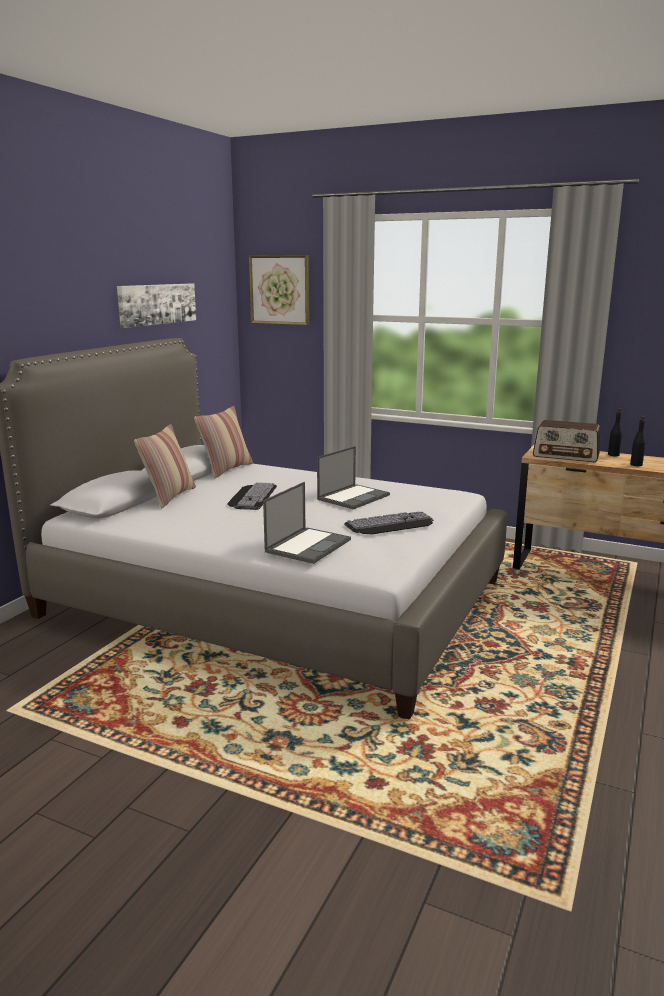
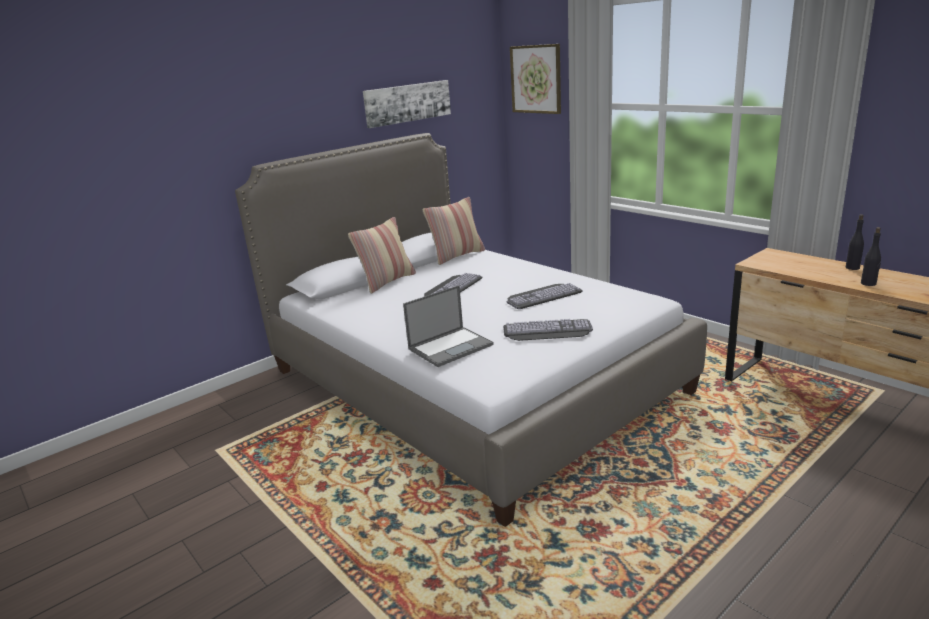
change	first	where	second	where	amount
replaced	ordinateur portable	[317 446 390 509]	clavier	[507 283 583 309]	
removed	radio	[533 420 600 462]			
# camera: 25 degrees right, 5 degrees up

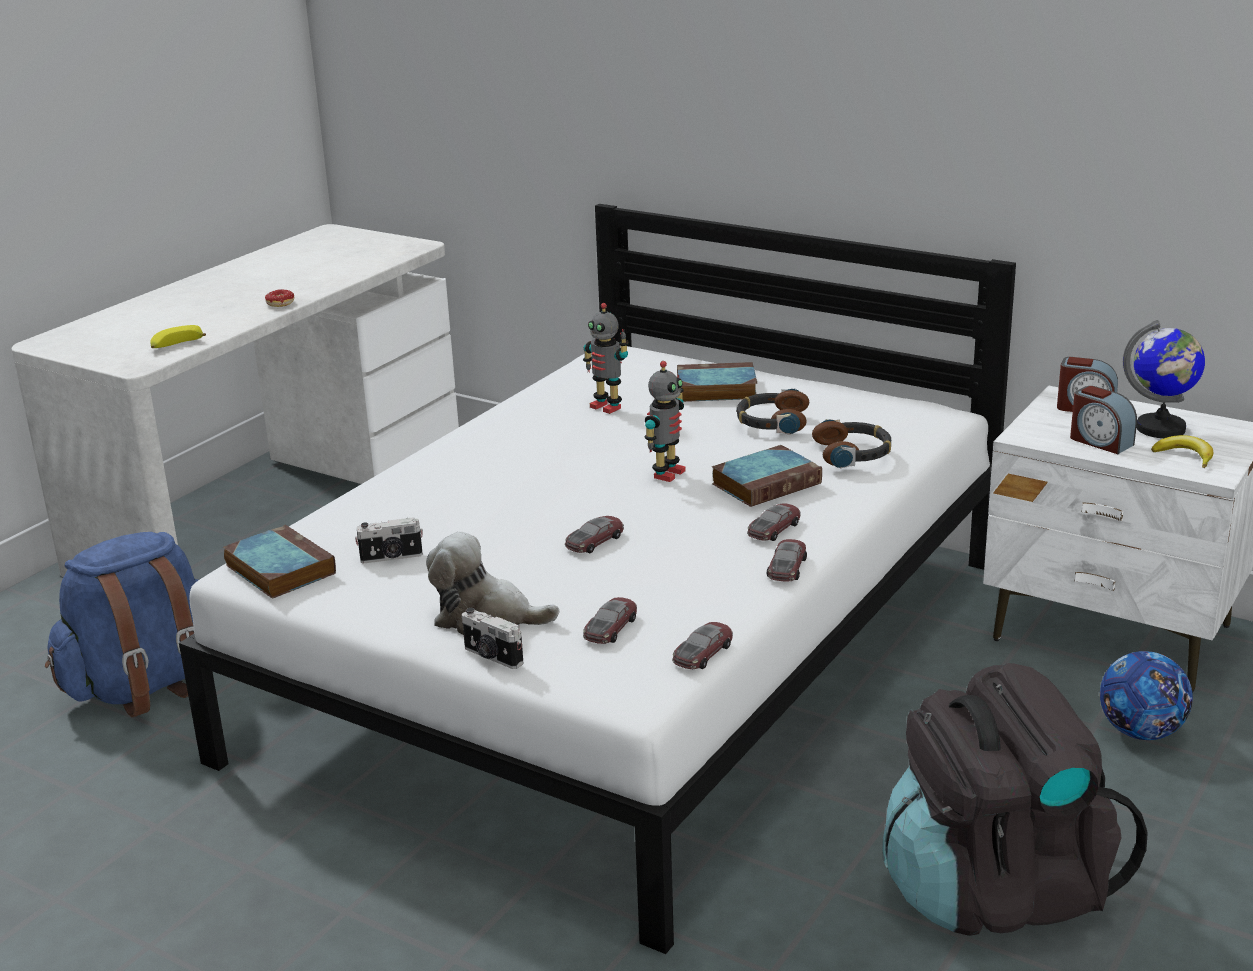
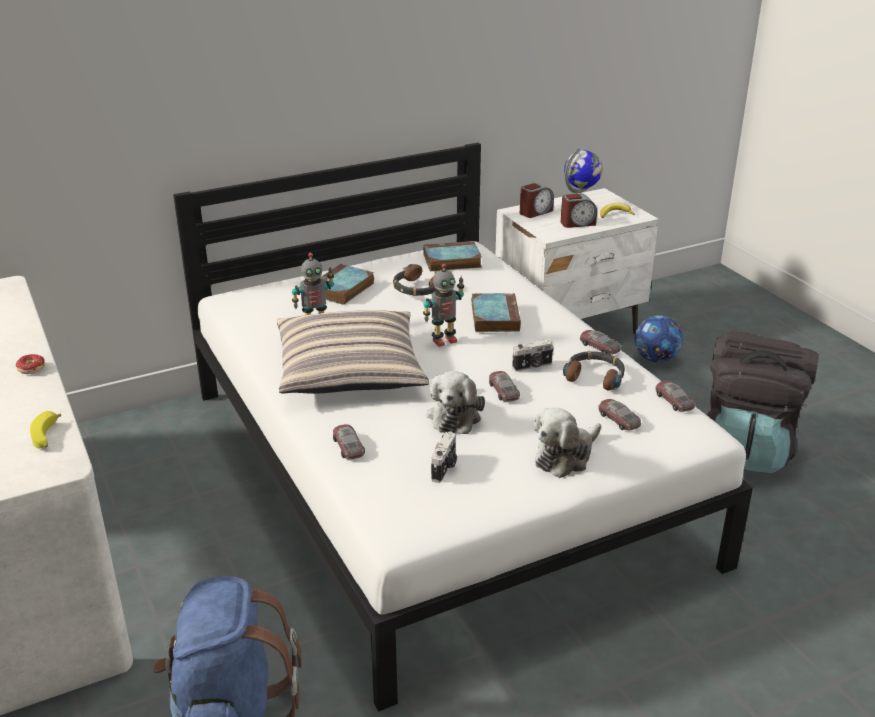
change	first	where	second	where	amount
added			coussin	[277 310 429 394]	
moved	petite voiture	[747 504 800 541]		[333 424 365 459]	
moved	livre	[223 525 336 599]		[423 241 482 271]	
turned	robot jouet	[644 361 686 482]		[423 264 464 347]	90 degrees clockwise
added			peluche	[426 371 485 434]	
moved	appareil photo	[462 608 524 669]		[512 339 554 372]	
moved	casque audio	[812 419 891 468]		[563 351 625 391]	
# camera: 60 degrees left, 5 degrees up

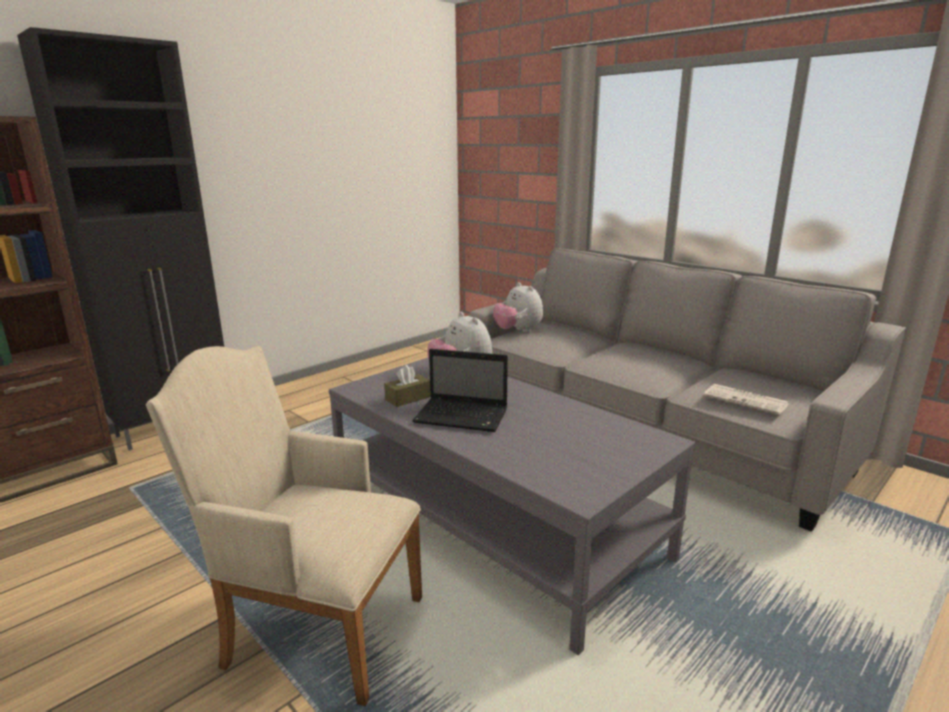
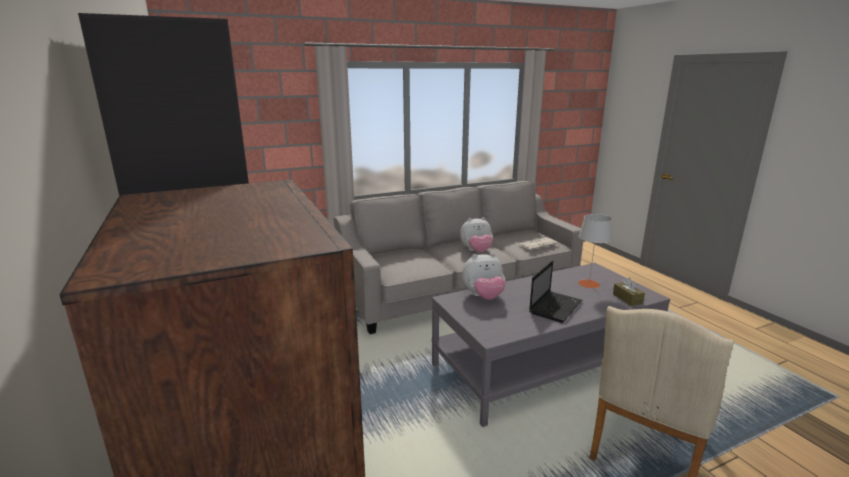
change	first	where	second	where	amount
moved	peluche	[493 282 543 333]		[460 217 493 252]	
added			lampe de table (gris)	[578 214 612 288]	
moved	boîte à mouchoirs (marron)	[384 365 431 407]		[613 278 645 306]	
# camera: 70 degrees left, 0 degrees up

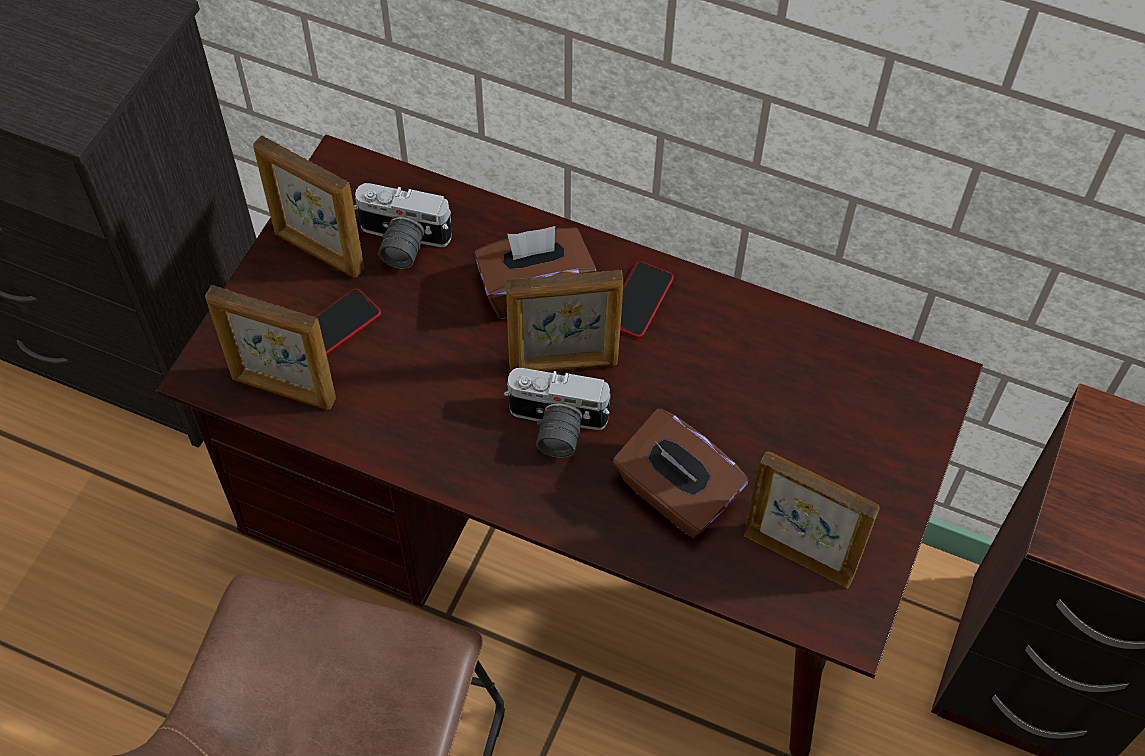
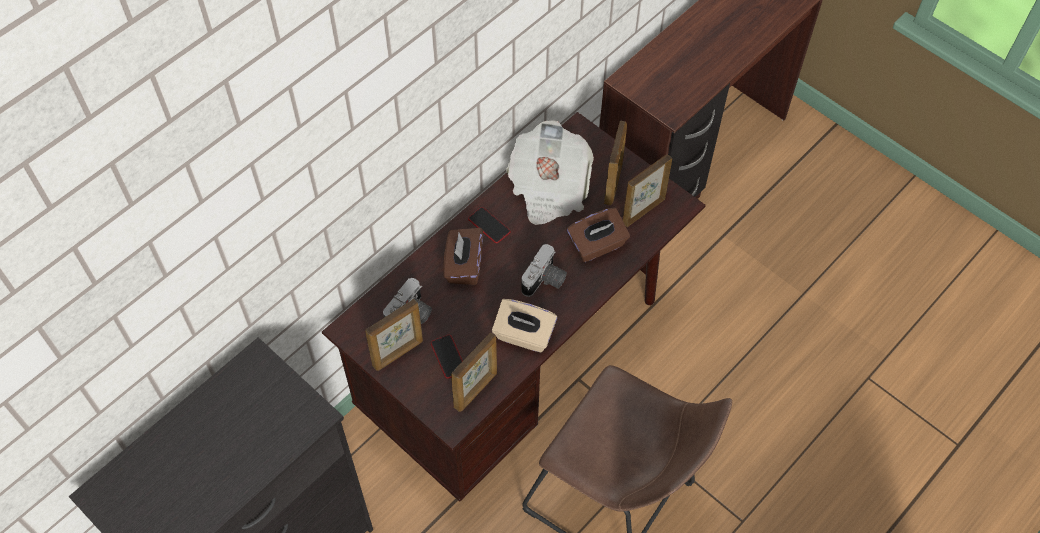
change	first	where	second	where	amount
added			boîte à mouchoirs (beige)	[492 299 557 352]	
added			journal	[507 120 594 225]	
moved	cadre photo	[506 270 623 372]		[604 121 627 205]	
# camera: 70 degrees left, 0 degrees up

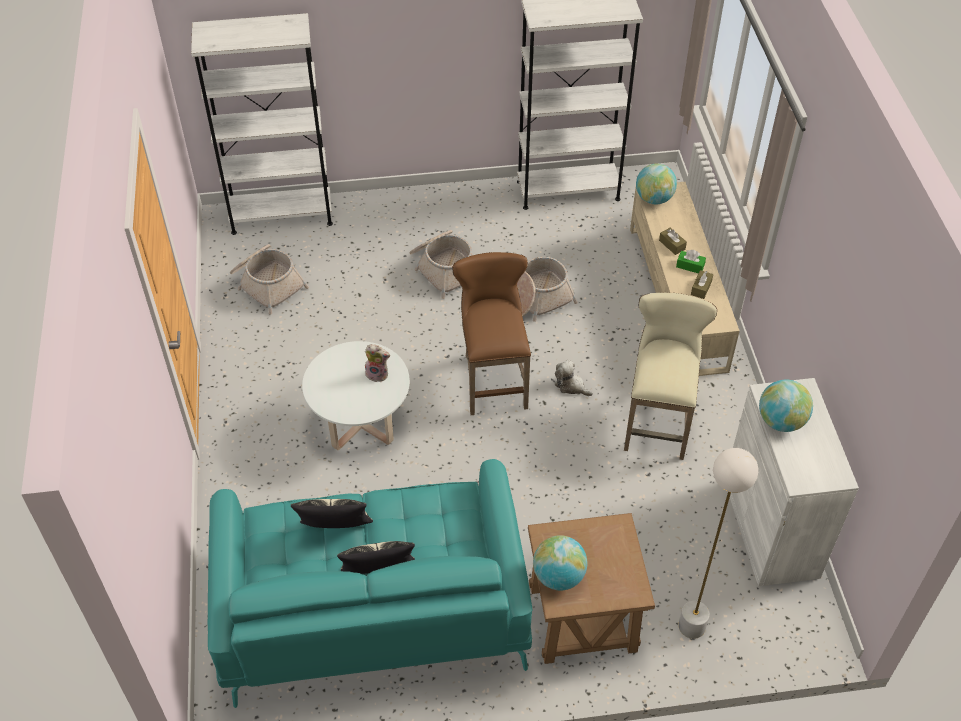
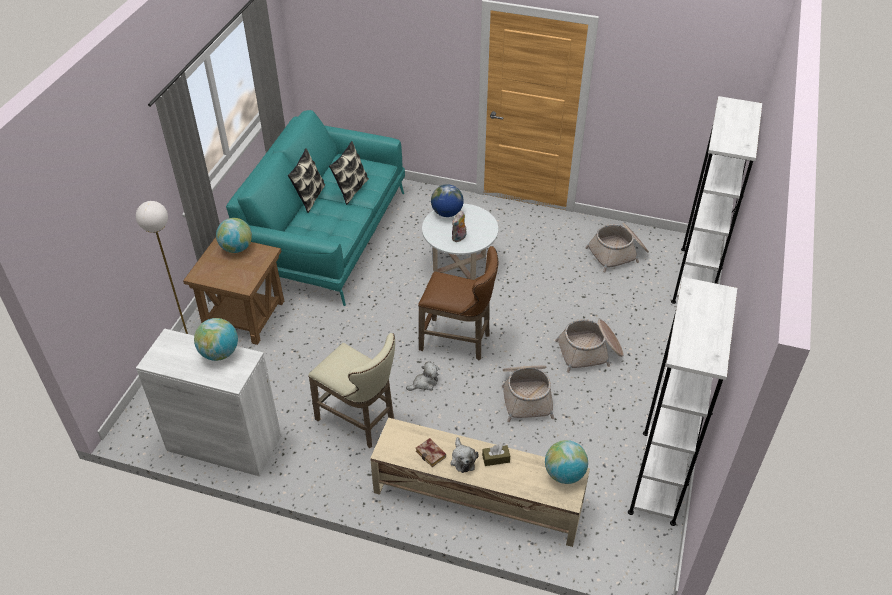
change	first	where	second	where	amount
replaced	boîte à mouchoirs (marron)	[691 270 713 299]	livre	[416 438 446 467]	
added			globe	[431 184 464 217]	
replaced	boîte à mouchoirs (vert)	[676 250 706 274]	peluche	[450 437 479 473]	
# camera: 115 degrees right, 5 degrees down

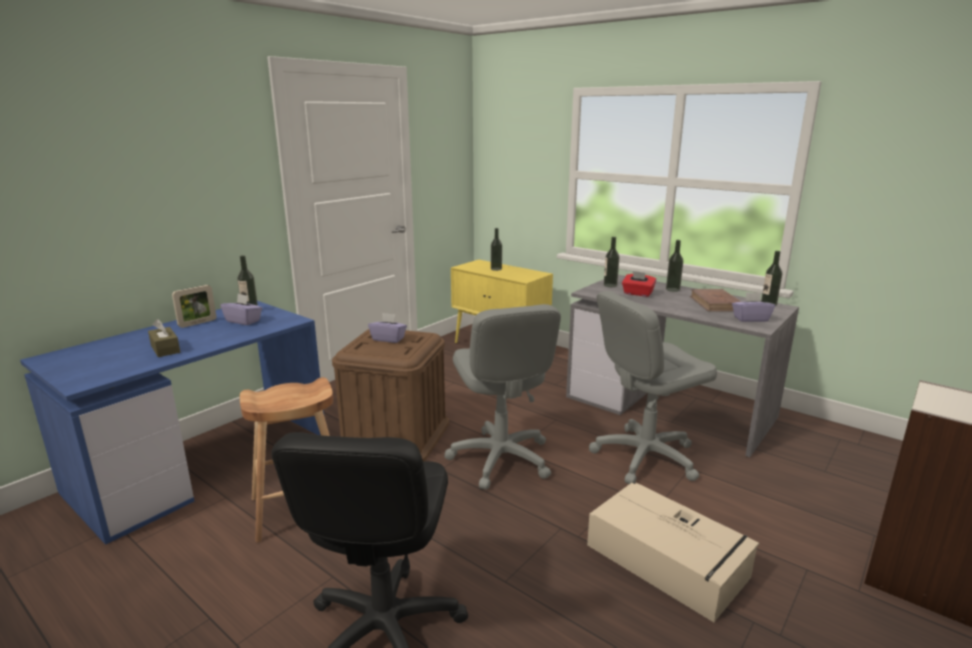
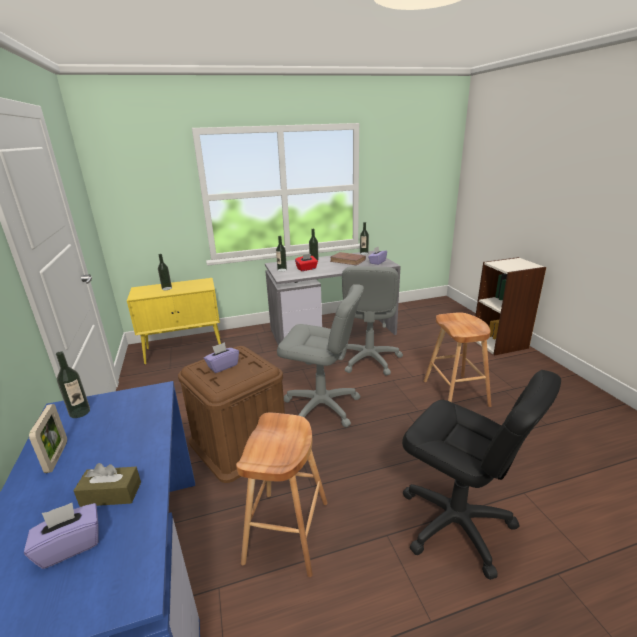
change	first	where	second	where	amount
moved	boîte à mouchoirs (violet)	[220 294 262 325]		[24 503 99 569]	
replaced	boîte de rangement (beige)	[587 483 759 622]	tabouret (marron)	[424 312 491 407]	
# camera: 55 degrees left, 5 degrees up

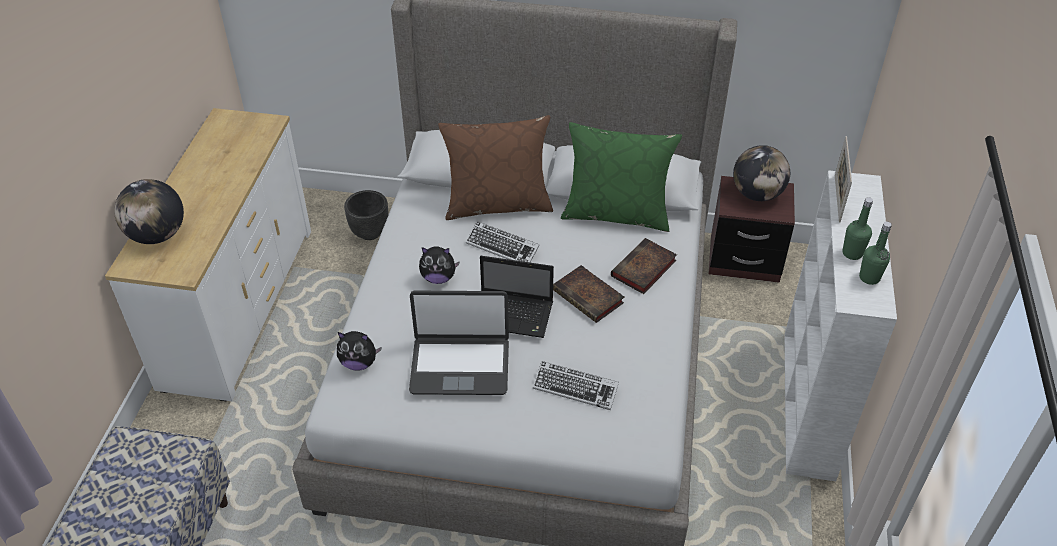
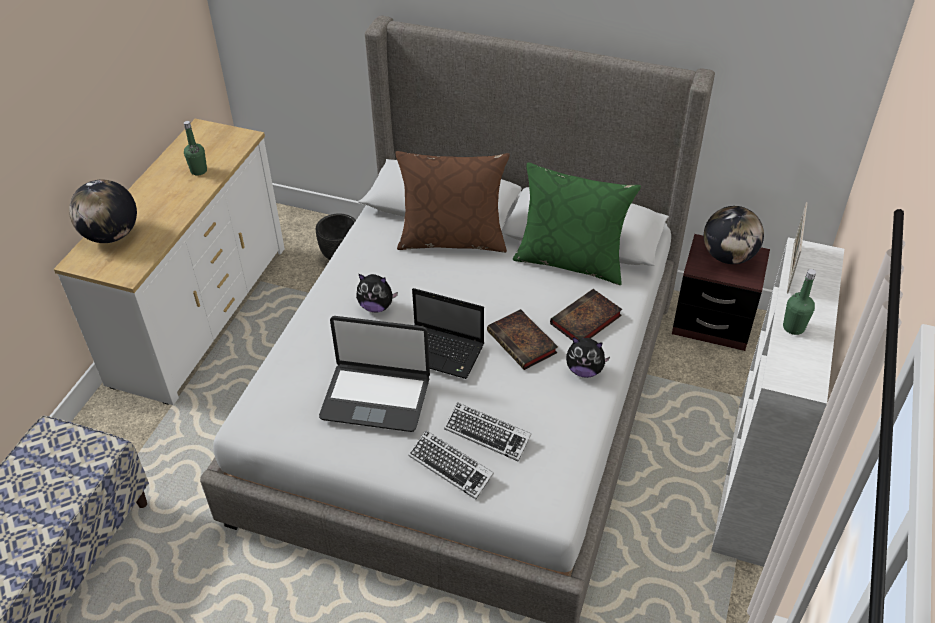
change	first	where	second	where	amount
moved	bouteille (vert)	[859 222 892 285]		[184 121 207 175]	
moved	clavier	[466 221 539 262]		[408 430 494 499]	
moved	peluche	[337 331 381 371]		[566 337 610 378]	
# camera: 10 degrees right, 0 degrees up

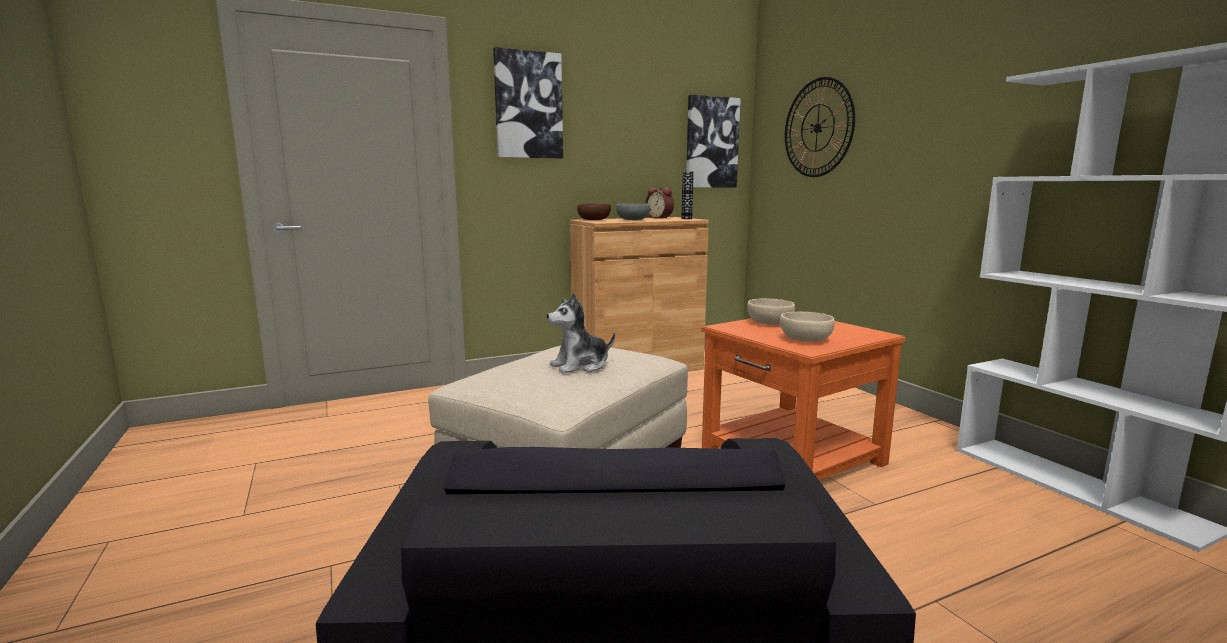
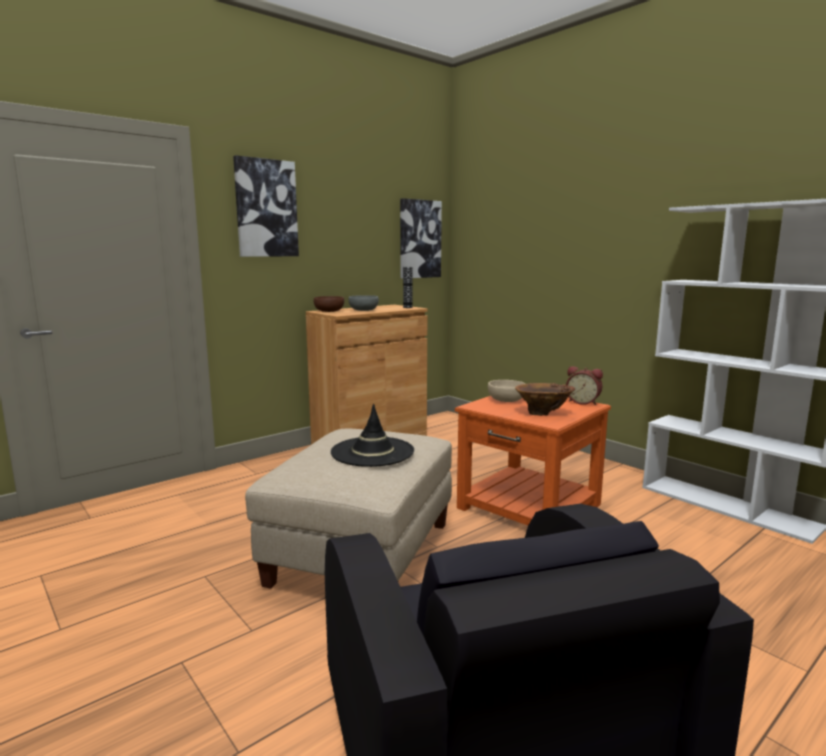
change	first	where	second	where	amount
replaced	peluche	[547 292 615 373]	chapeau (noir)	[331 404 414 467]	
replaced	bol (beige)	[780 312 835 342]	vase (marron)	[515 383 575 416]	
moved	réveil	[645 188 674 219]		[566 366 603 405]	
removed	horloge murale	[785 77 855 177]			
# camera: 15 degrees left, 0 degrees up

